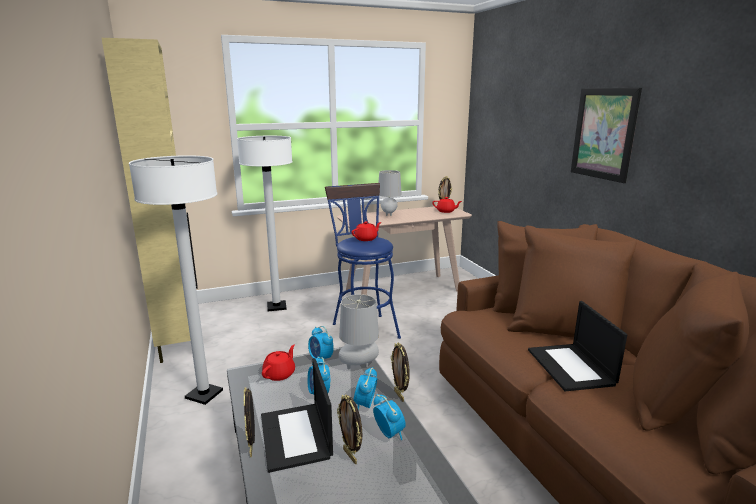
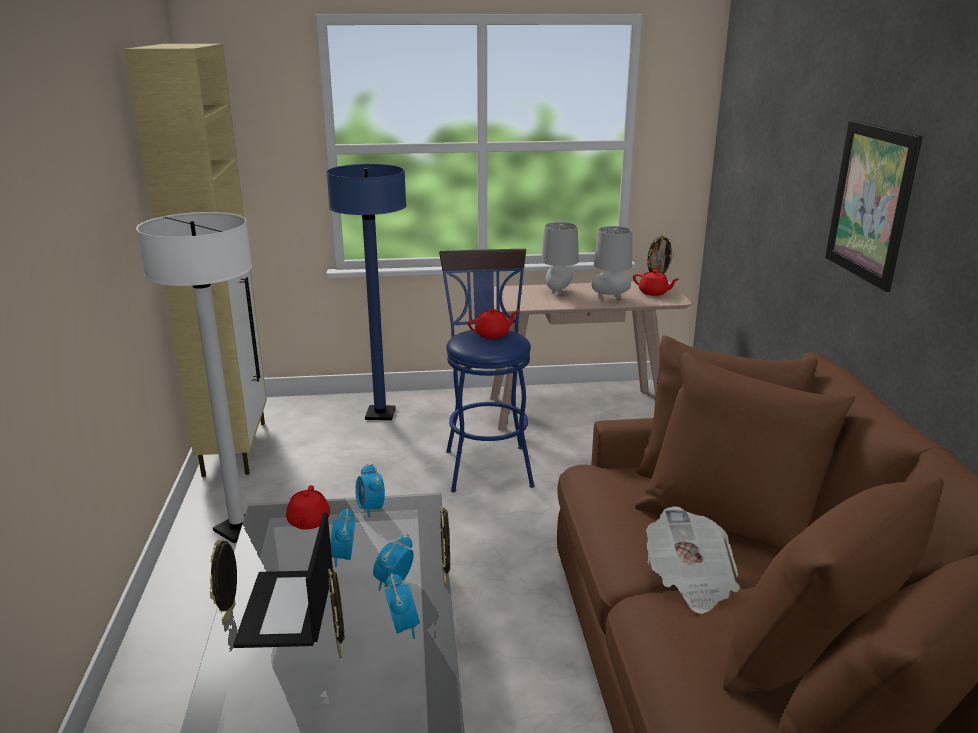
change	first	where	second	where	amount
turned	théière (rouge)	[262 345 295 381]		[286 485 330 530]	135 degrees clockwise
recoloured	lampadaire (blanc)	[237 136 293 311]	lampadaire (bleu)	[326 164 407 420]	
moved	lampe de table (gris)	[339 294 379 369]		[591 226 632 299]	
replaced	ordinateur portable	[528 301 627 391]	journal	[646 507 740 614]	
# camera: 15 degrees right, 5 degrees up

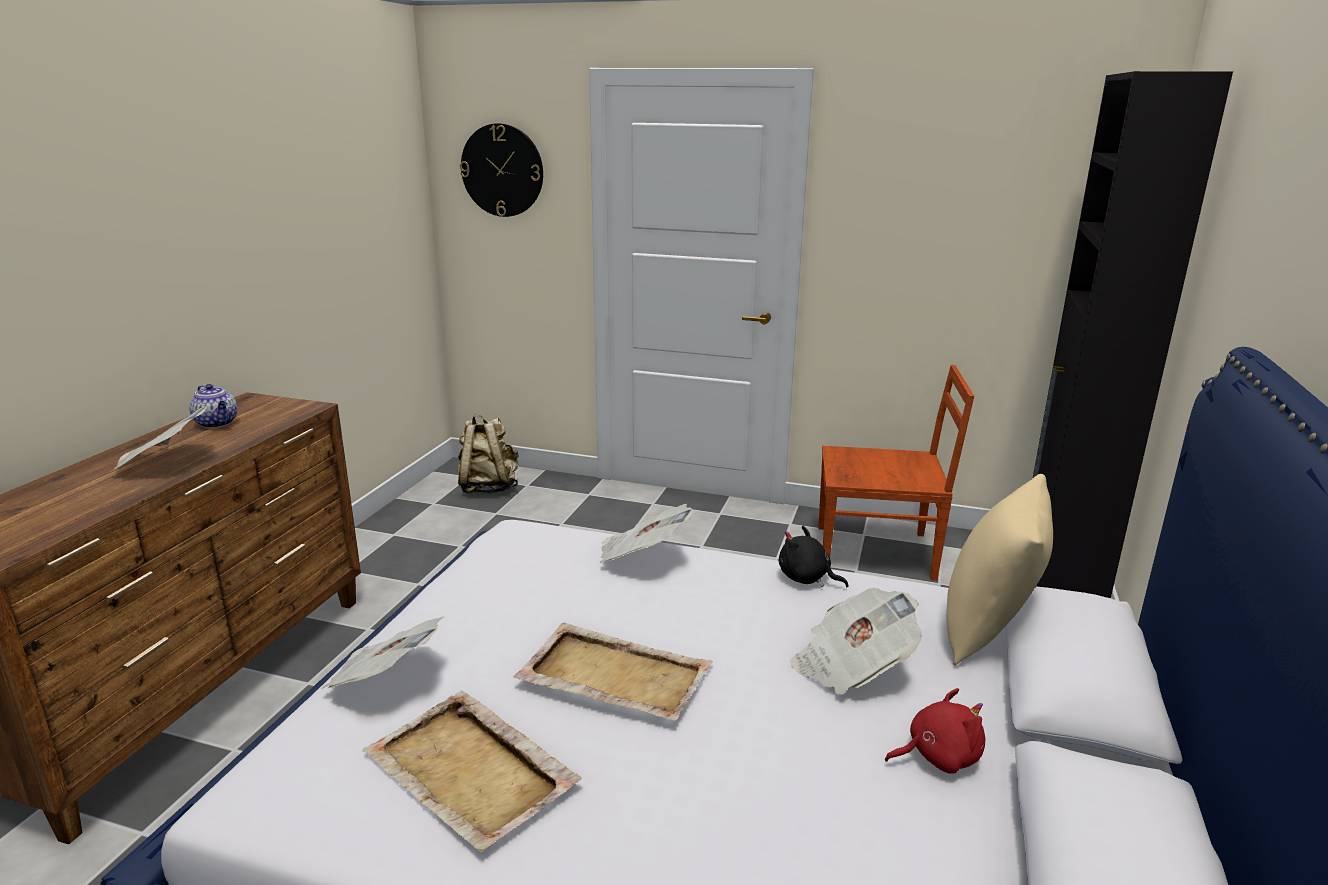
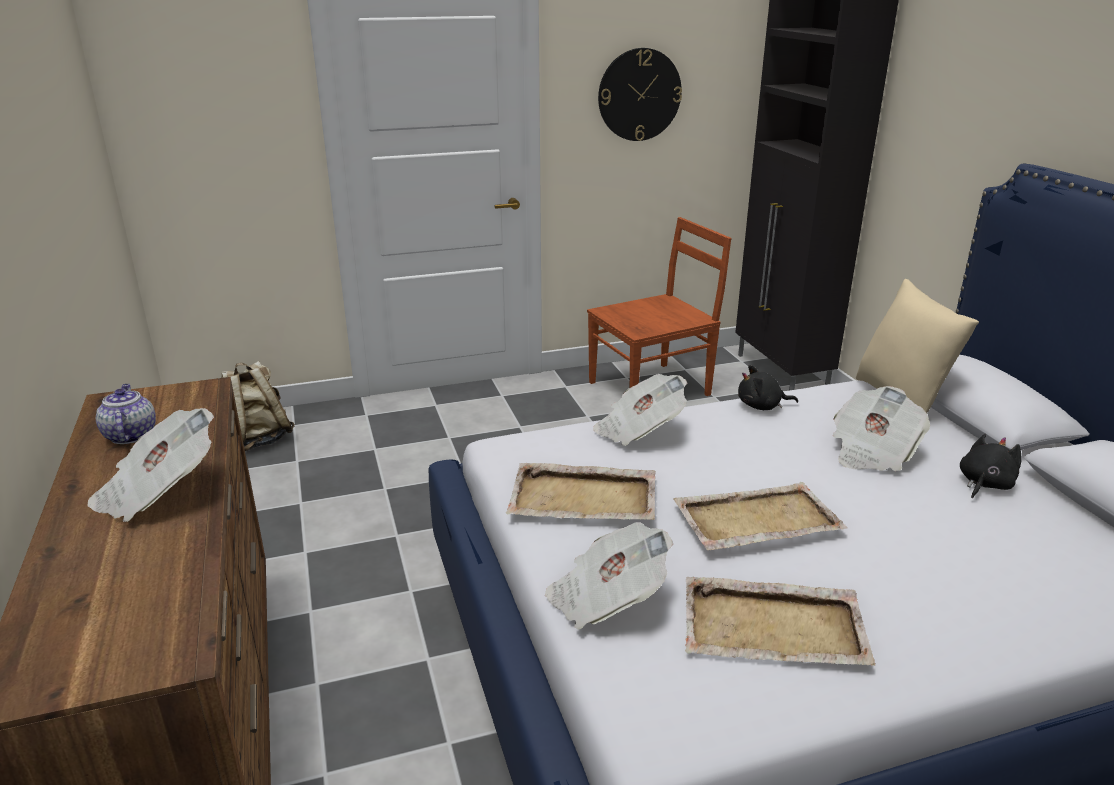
change	first	where	second	where	amount
turned	théière	[189 384 237 428]		[96 384 156 444]	120 degrees counterclockwise
added			plateau (beige)	[506 463 656 520]	
moved	horloge murale	[460 123 543 217]		[598 48 682 141]	
recoloured	peluche (rouge)	[885 688 986 774]	peluche (noir)	[960 434 1022 498]	
# camera: 35 degrees left, 5 degrees up

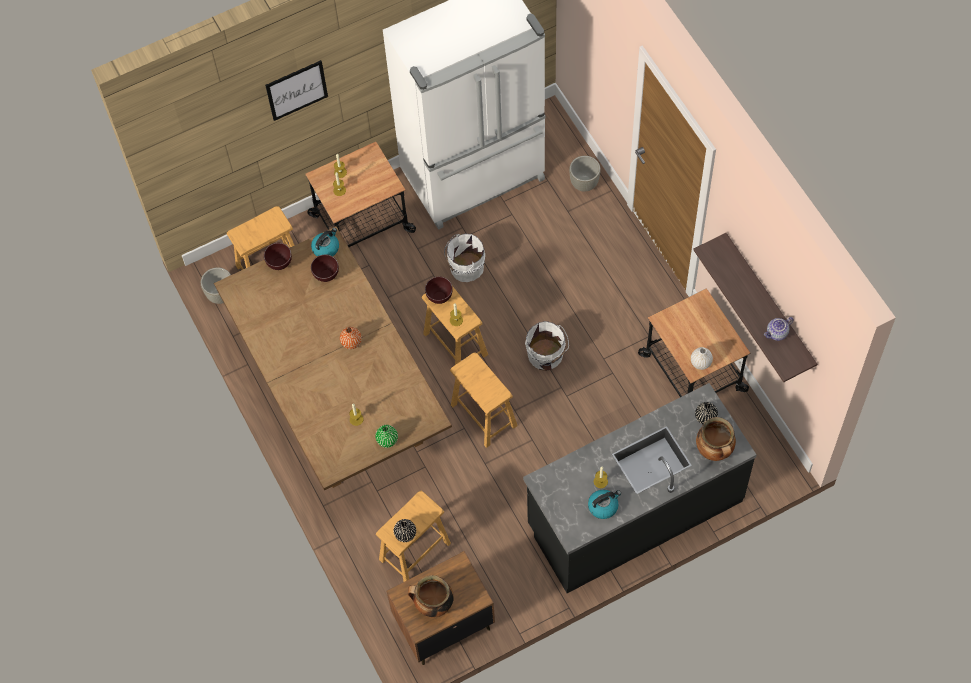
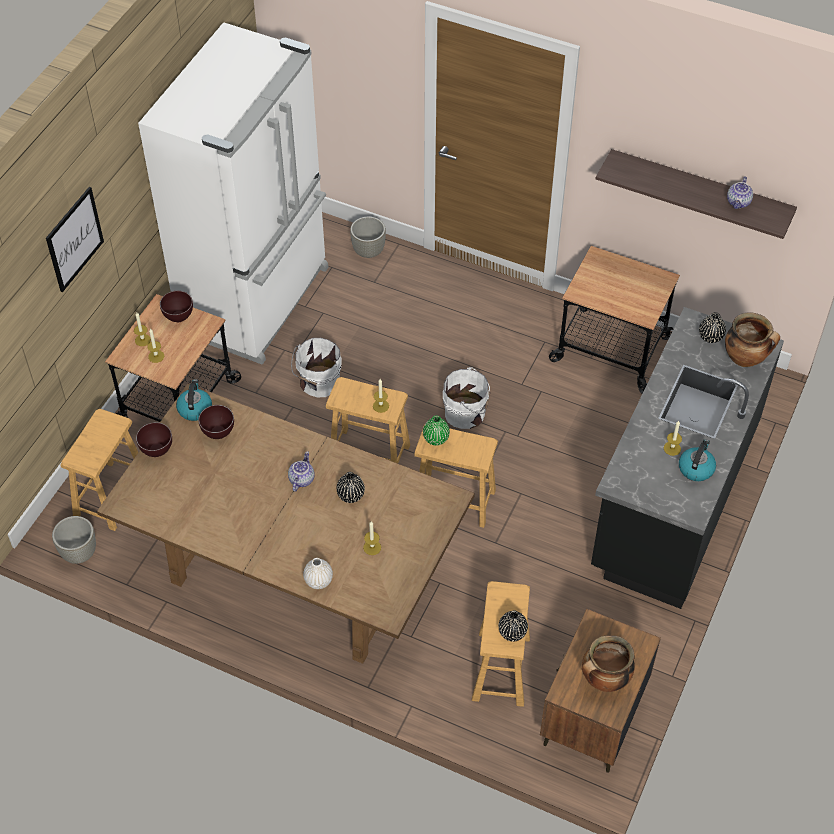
change	first	where	second	where	amount
moved	bol (marron)	[425 277 453 304]		[160 291 193 322]	
replaced	vase (orange)	[340 327 362 349]	théière	[288 451 315 492]	
moved	vase (blanc)	[691 347 713 370]		[303 558 333 589]	
added			vase (noir)	[336 472 365 503]	
moved	vase (vert)	[375 425 398 448]		[423 415 450 446]	
# camera: 40 degrees left, 10 degrees down

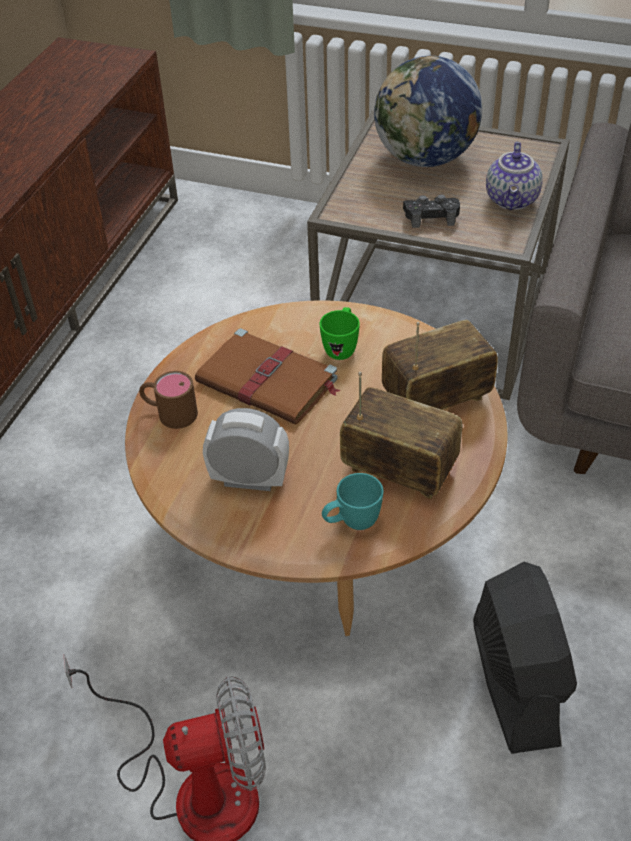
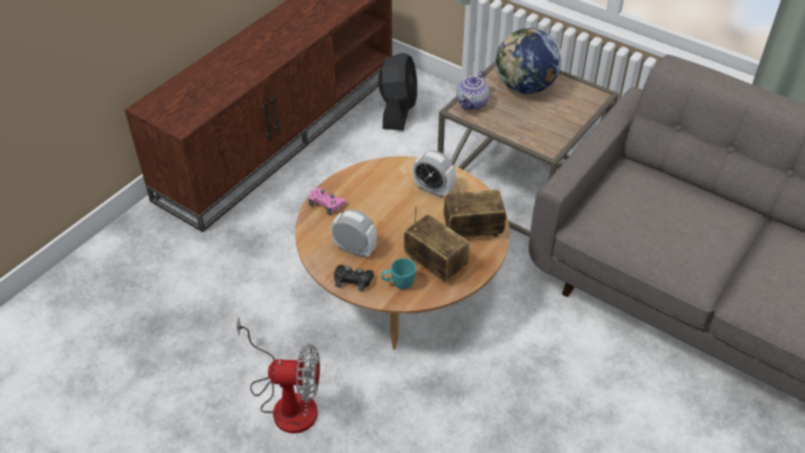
change	first	where	second	where	amount
replaced	mug (marron)	[139 371 198 429]	manette (rose)	[308 188 346 215]	
moved	manette (noir)	[403 195 460 228]		[334 265 374 292]	
moved	ventilateur (noir)	[473 562 577 754]		[378 53 417 131]	
replaced	mug (vert)	[320 307 360 360]	réveil	[413 151 456 197]	
moved	théière	[486 142 543 210]		[456 71 489 110]	
removed	livre (marron)	[195 328 340 425]			
# camera: 15 degrees right, 0 degrees up

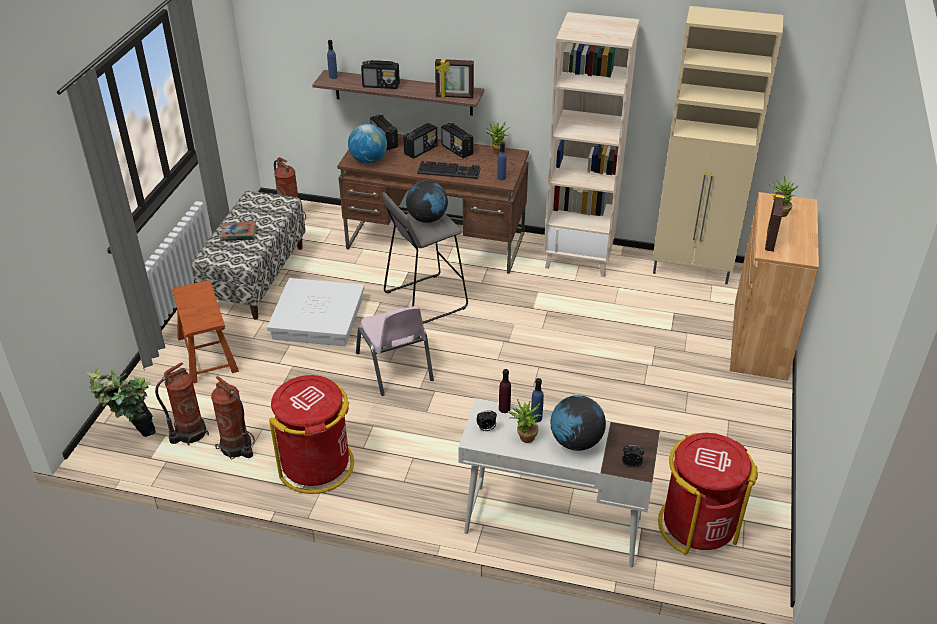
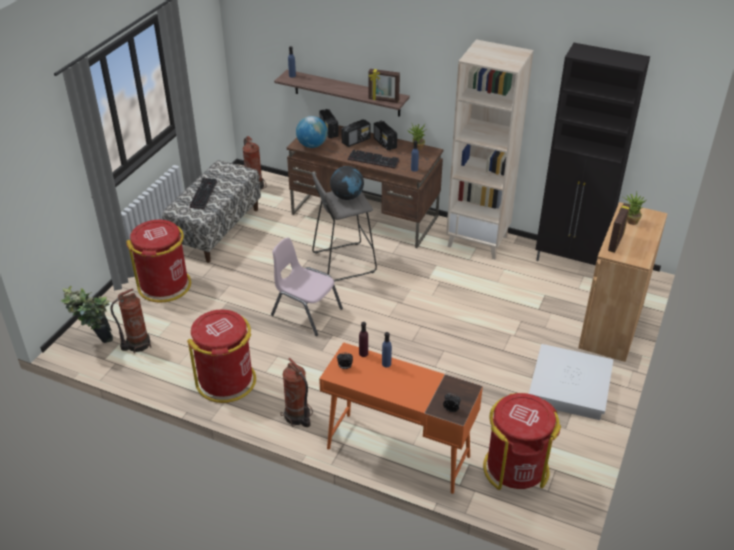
change	first	where	second	where	amount
replaced	tabouret (marron)	[172 280 239 383]	poubelle (rouge)	[126 220 191 303]	
replaced	livre	[220 222 256 241]	clavier	[190 178 217 209]	
turned	chaise (rose)	[356 306 434 396]		[271 237 343 336]	135 degrees clockwise
moved	extincteur	[211 376 255 460]		[280 358 313 427]	
recoloured	bureau (blanc)	[458 398 660 568]	bureau (orange)	[319 342 483 494]	
moved	boîte de rangement (blanc)	[267 278 364 346]		[529 344 613 420]	
recoloured	meuble de rangement (beige)	[652 6 783 285]	meuble de rangement (noir)	[535 43 650 265]	
removed	radio	[361 60 400 89]			
removed	plante en pot	[508 399 542 443]			
removed	globe	[550 395 606 451]			
# camera: 10 degrees right, 0 degrees up

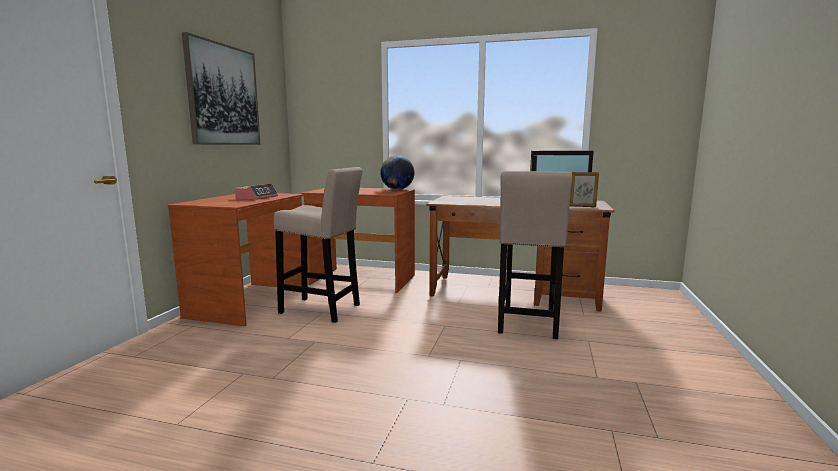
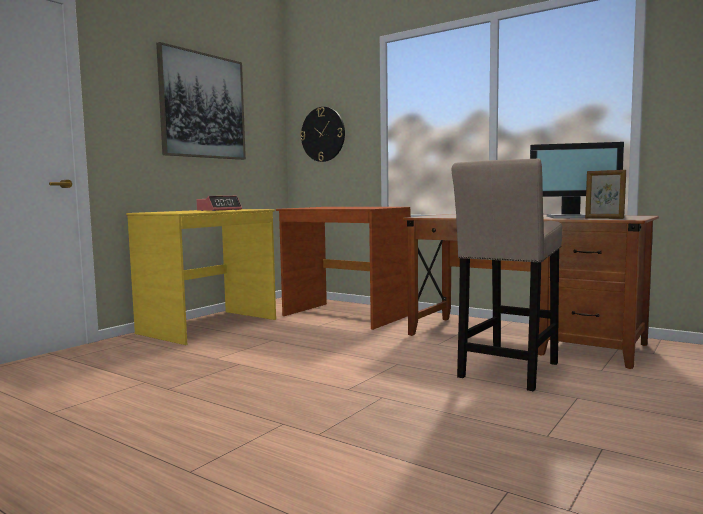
change	first	where	second	where	amount
recoloured	bureau (marron)	[167 193 303 326]	bureau (jaune)	[126 209 276 345]	
added			horloge murale	[300 107 345 162]	
removed	tabouret (beige)	[274 167 363 323]			
removed	globe	[380 155 414 190]			
# camera: 20 degrees right, 5 degrees down

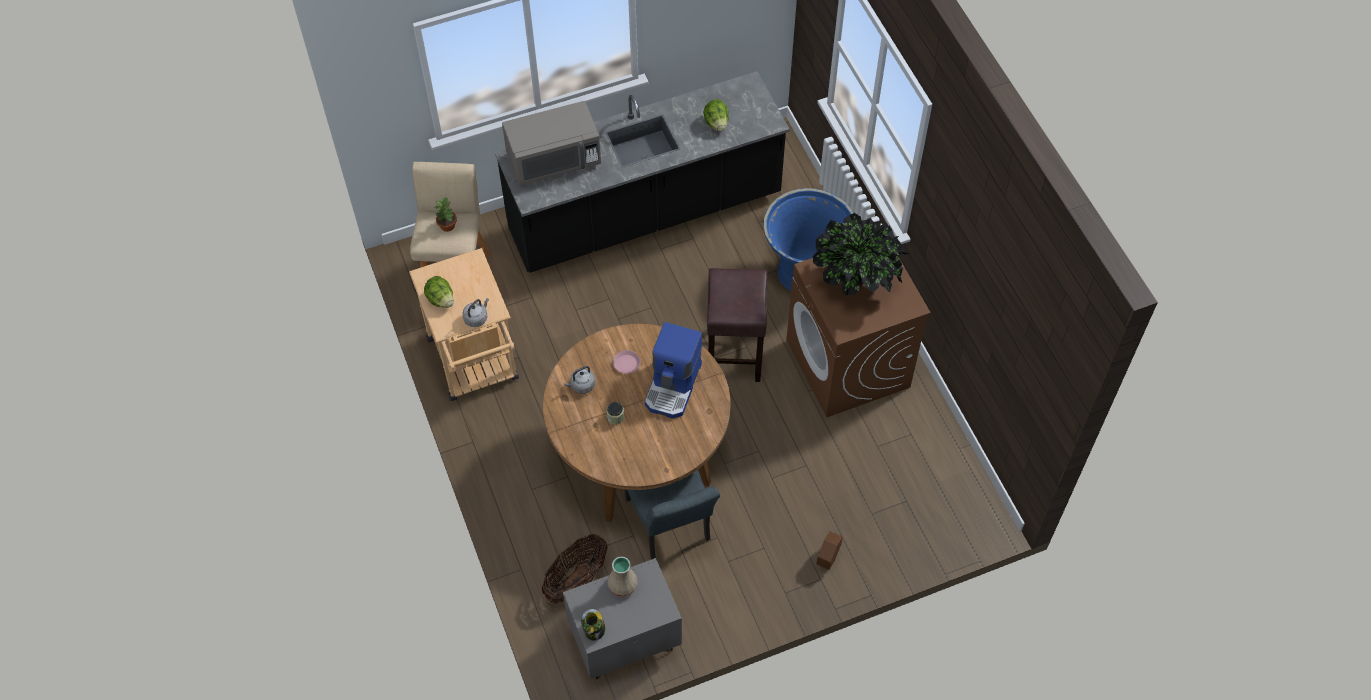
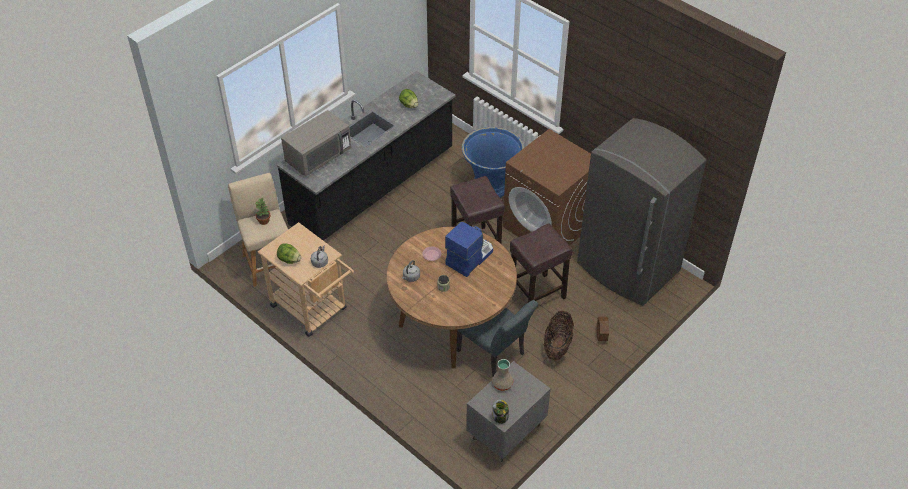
change	first	where	second	where	amount
turned	machine à café	[645 322 703 418]		[445 222 493 277]	135 degrees counterclockwise
added			tabouret (marron)	[510 224 573 302]	
moved	panier	[542 534 608 603]		[544 311 574 361]	
added			réfrigérateur (gris)	[577 118 707 306]	
removed	plante en pot	[813 213 909 295]			
# camera: 25 degrees left, 10 degrees down

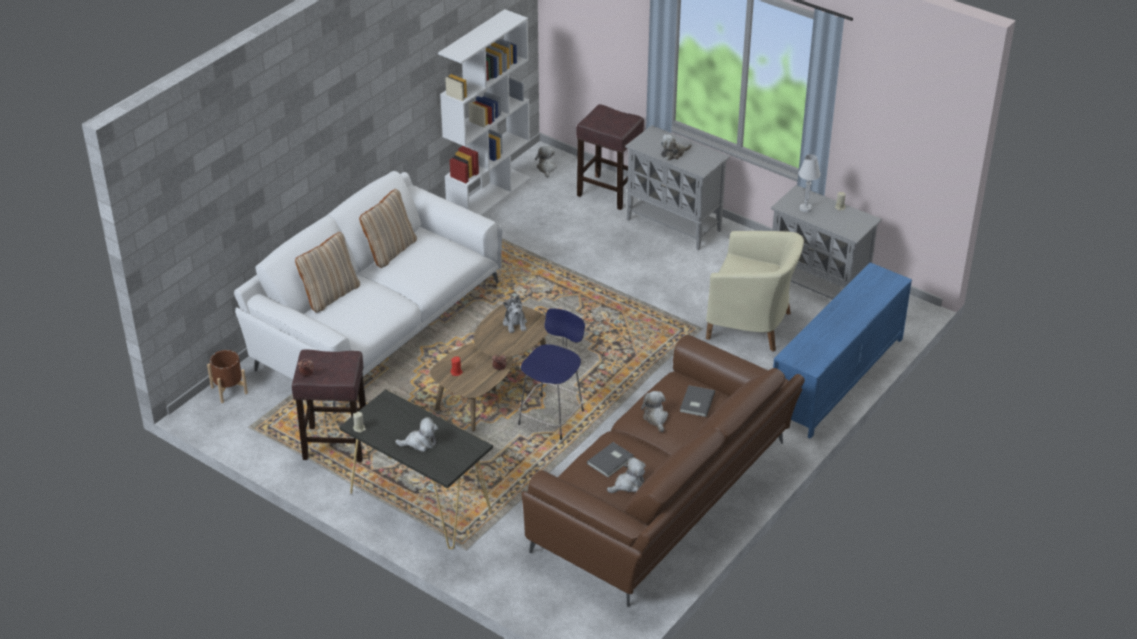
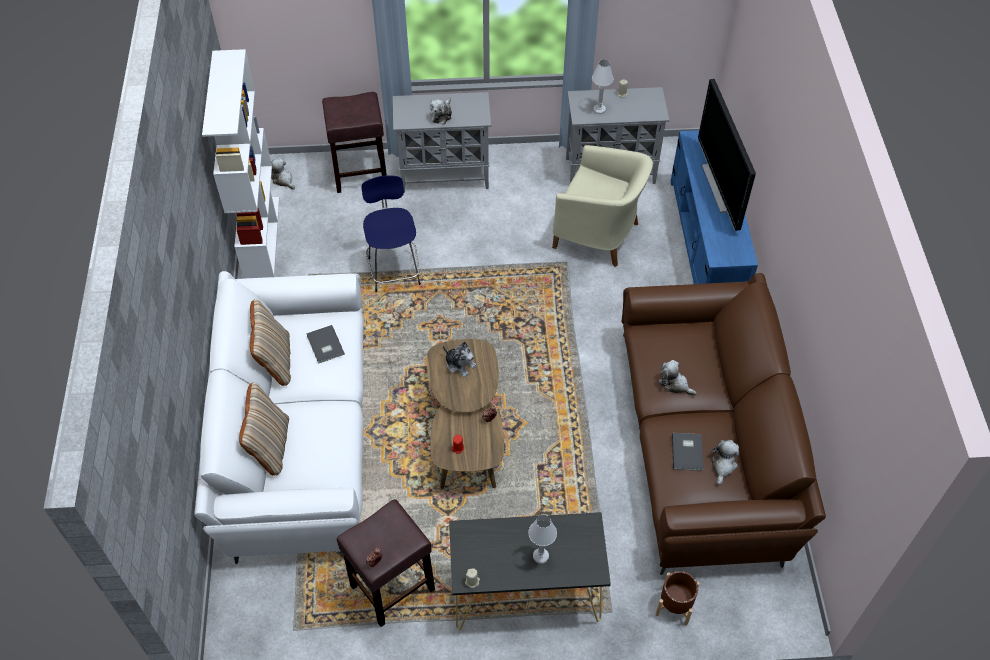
change	first	where	second	where	amount
moved	livre (gris)	[680 385 715 417]		[306 325 345 364]	
moved	tabouret (bleu)	[518 308 585 440]		[361 176 421 292]	
replaced	peluche	[395 417 438 452]	lampe de table (blanc)	[528 515 557 564]	
turned	fauteuil (beige)	[706 231 804 352]		[552 145 653 267]	45 degrees clockwise
moved	cache-pot (marron)	[207 350 248 403]		[655 571 700 625]	
added			téléviseur	[698 79 756 231]	
# camera: 40 degrees left, 15 degrees up

